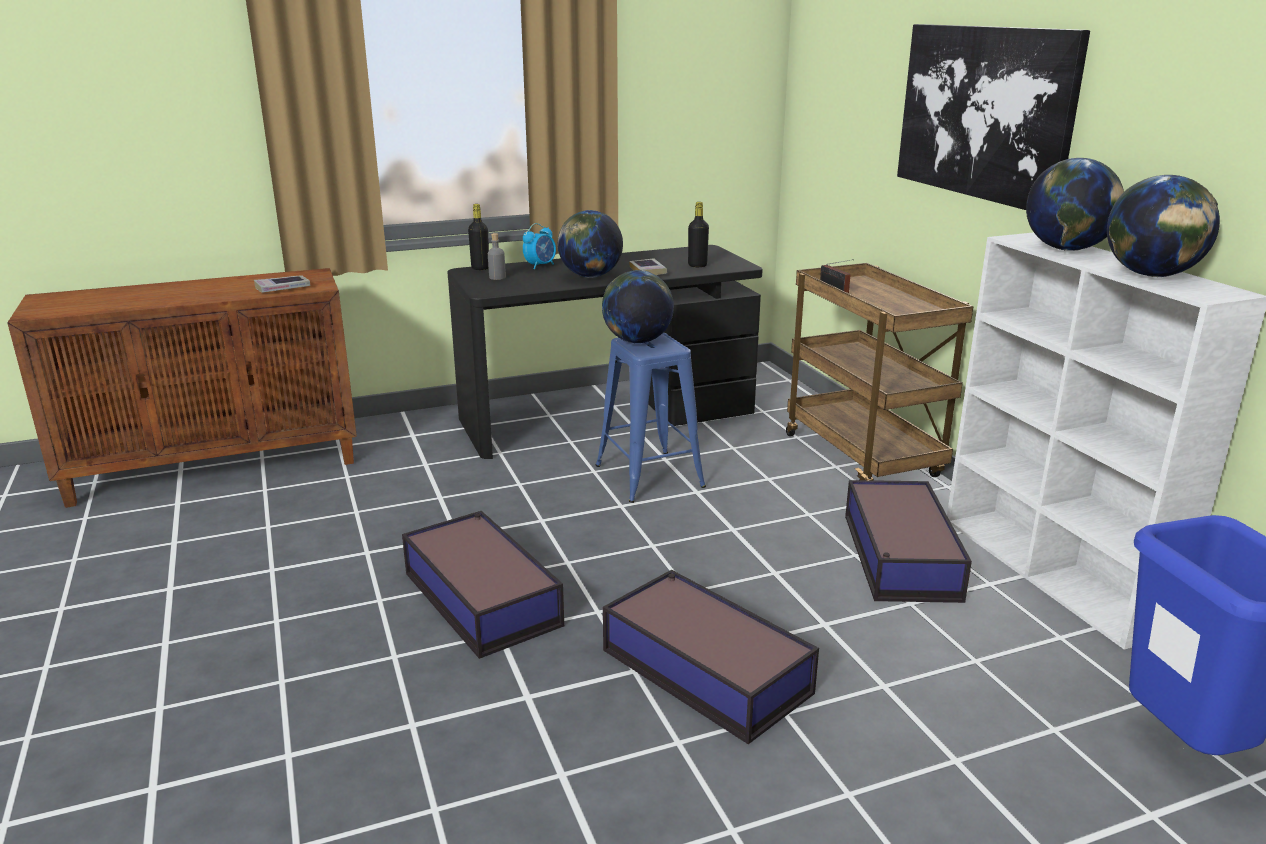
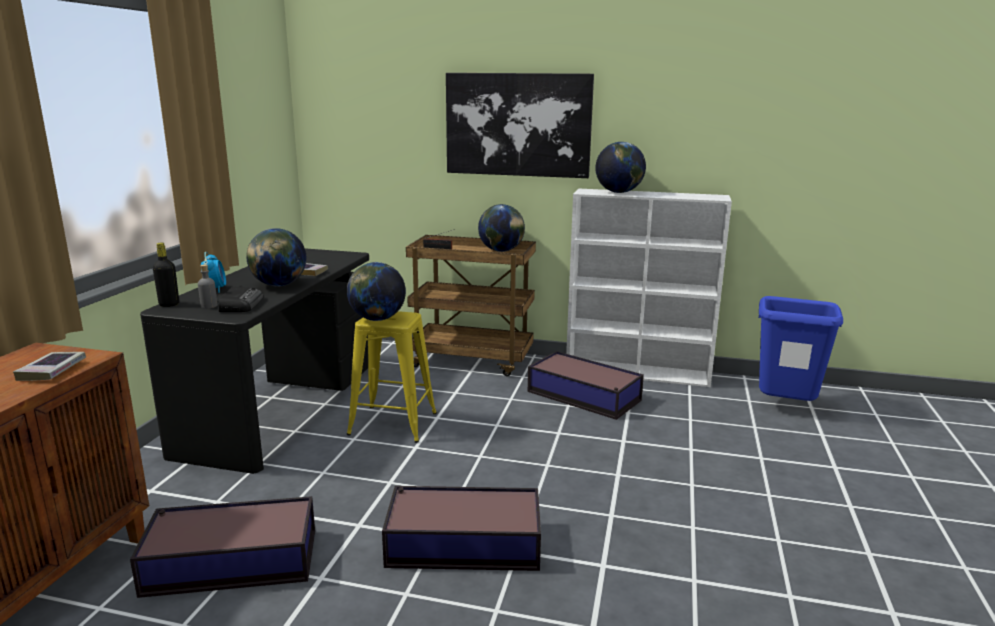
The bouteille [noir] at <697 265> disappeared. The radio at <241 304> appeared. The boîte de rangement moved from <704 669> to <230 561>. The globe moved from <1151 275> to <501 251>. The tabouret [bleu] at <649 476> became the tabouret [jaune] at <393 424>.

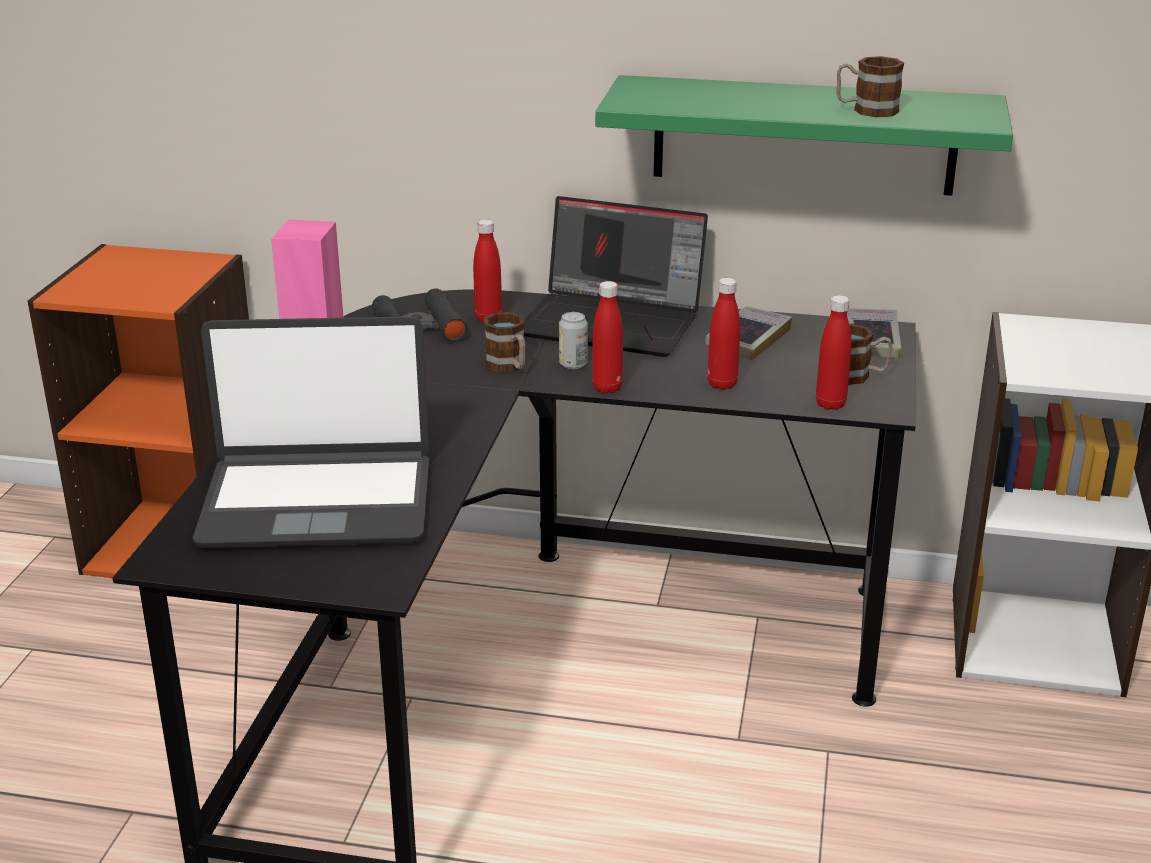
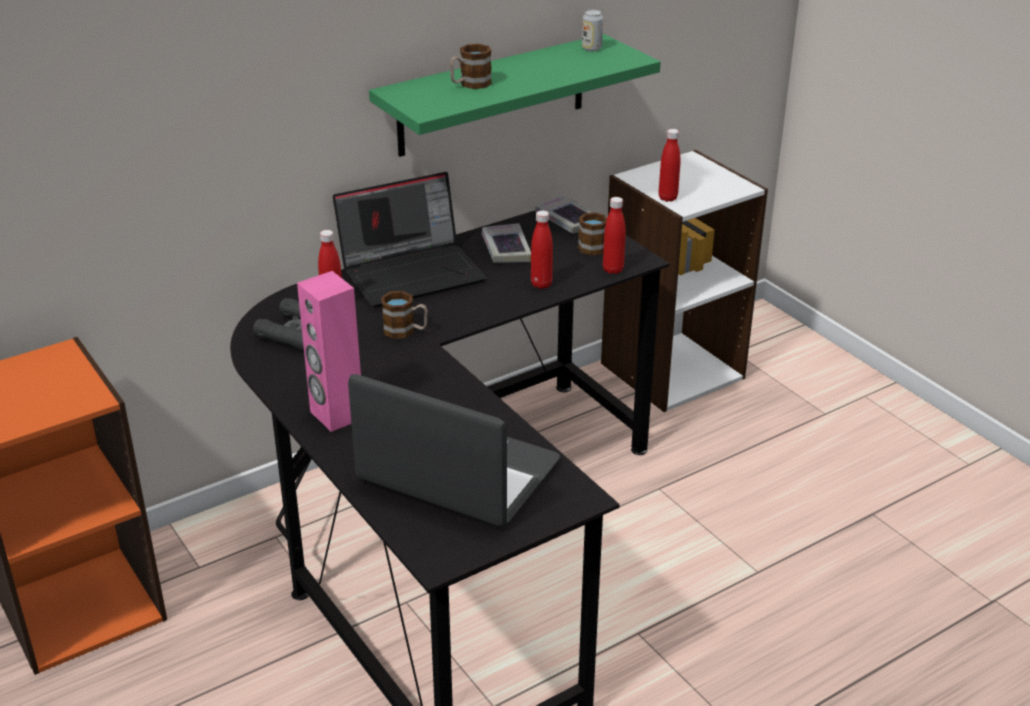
The boîte métallique moved from <573 364> to <591 48>. The bouteille [rouge] moved from <607 388> to <667 198>. The mug moved from <866 110> to <470 84>. The ordinateur portable at <317 502> turned 105 degrees counterclockwise.

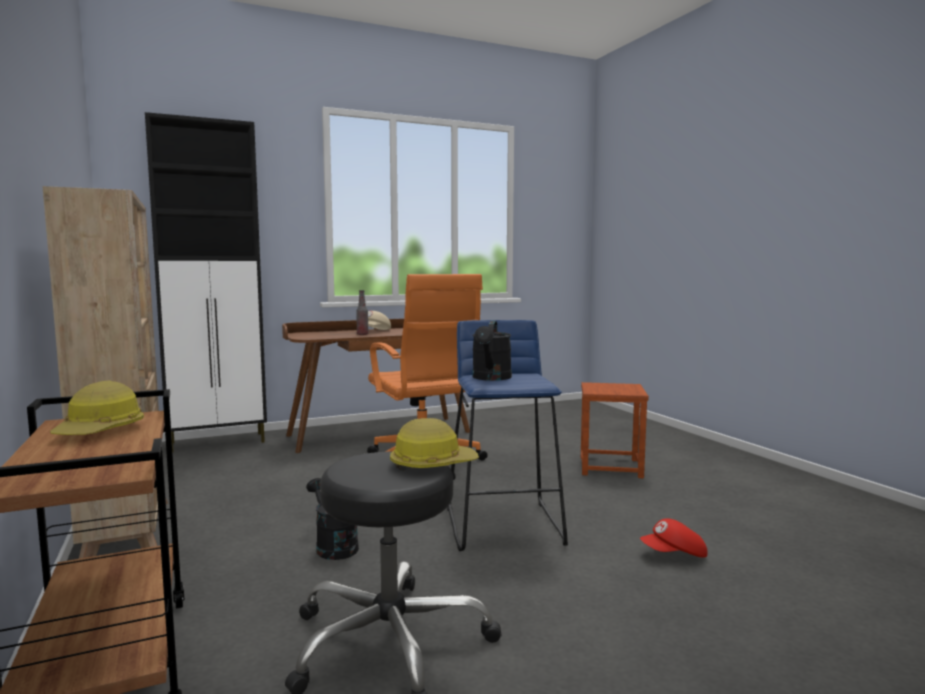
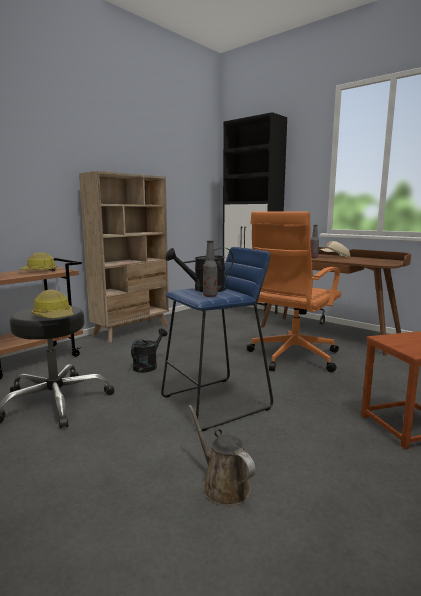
The bouteille at <210 296> appeared. The casquette [rouge] at <674 555> was replaced by the arrosoir [marron] at <223 485>.

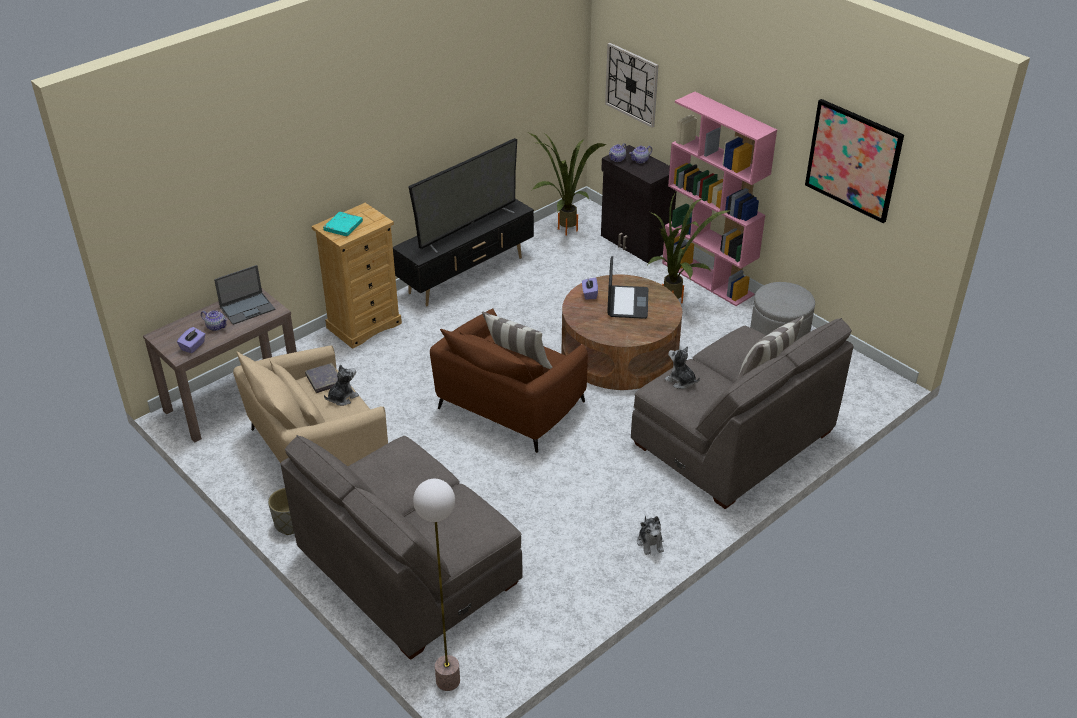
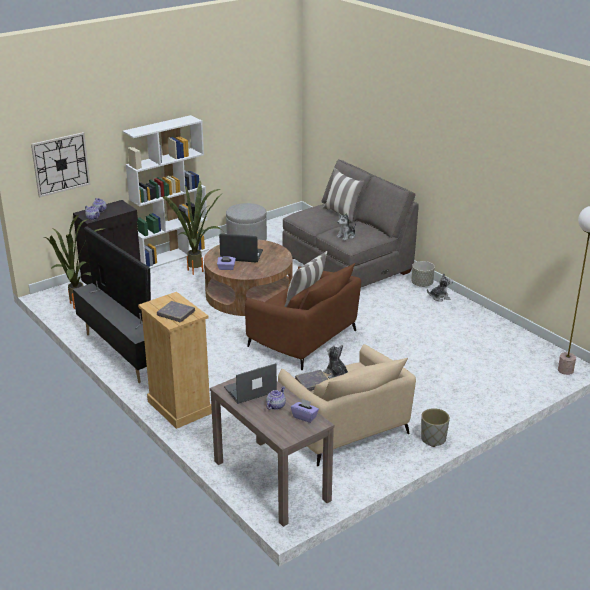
The canapé [gris] at <409 568> disappeared. The tableau at <853 160> disappeared. The cache-pot [gris] at <422 284> appeared. The livre [turquoise] at <343 226> became the livre [gris] at <176 314>. The bibliothèque [rose] at <708 279> became the bibliothèque [blanc] at <172 256>. The ordinateur portable at <248 308> turned 90 degrees counterclockwise.

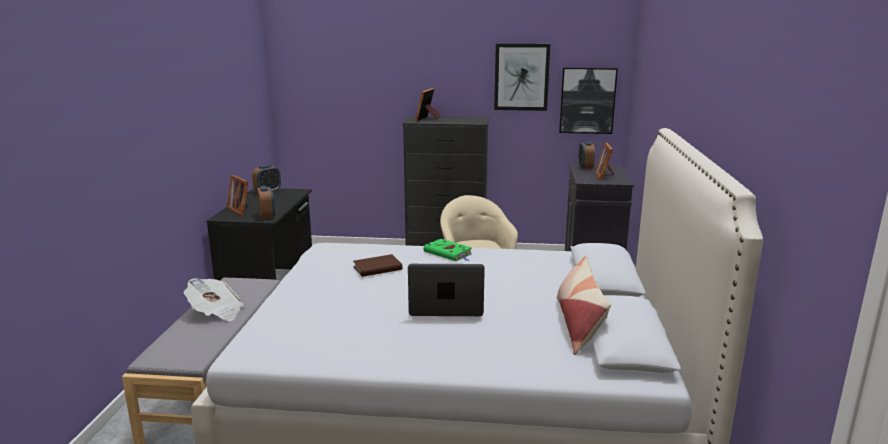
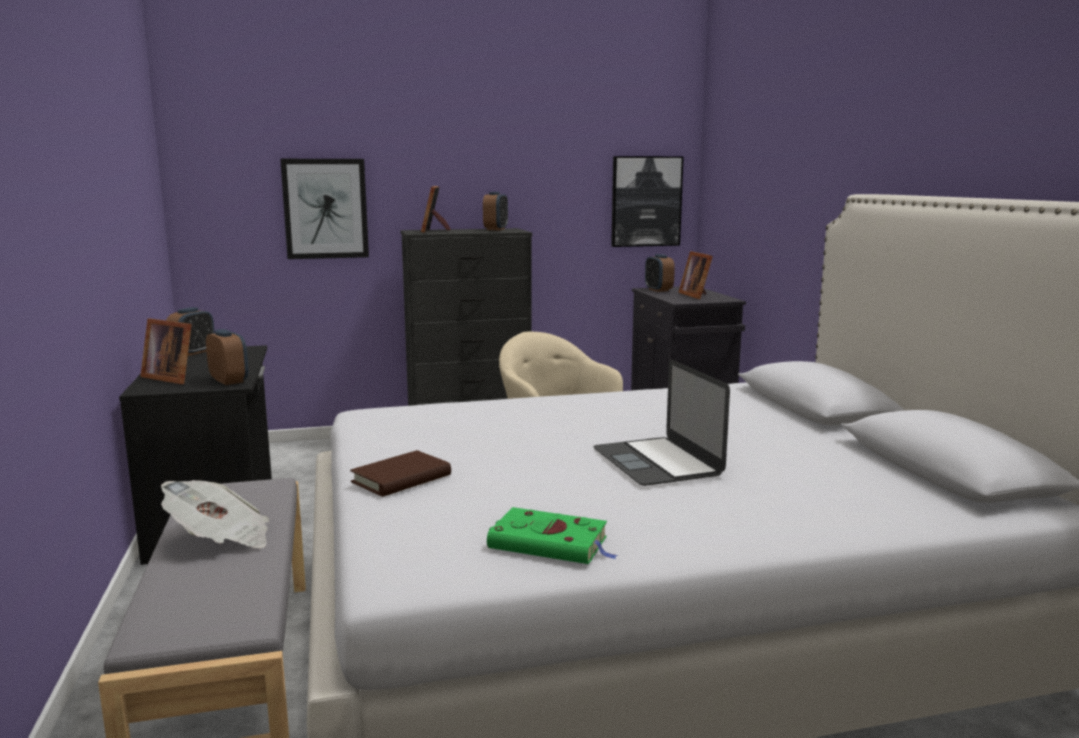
The coussin at <579 324> disappeared. The réveil at <496 229> appeared. The livre [marron] moved from <377 268> to <401 479>. The livre [vert] moved from <449 253> to <551 543>. The tableau moved from <521 77> to <325 208>. The ordinateur portable at <446 305> turned 90 degrees counterclockwise.

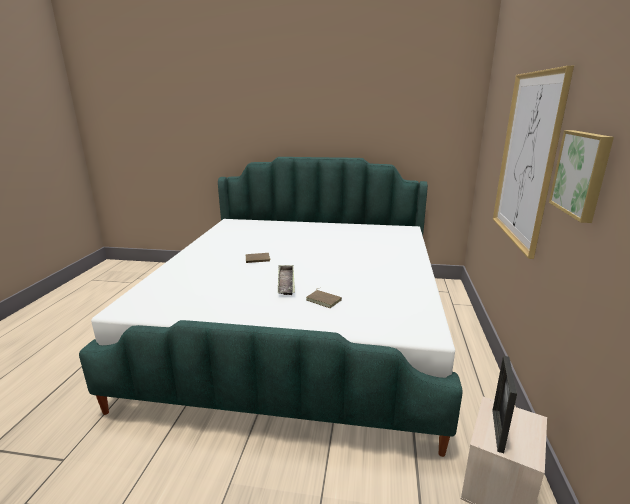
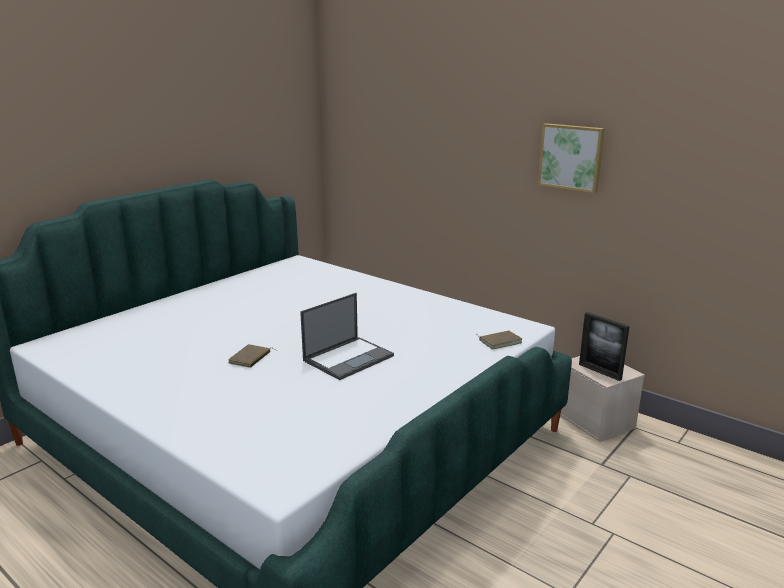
The tableau at <526 159> disappeared. The livre [marron] moved from <324 300> to <499 341>. The plateau at <286 283> was replaced by the ordinateur portable at <349 358>.

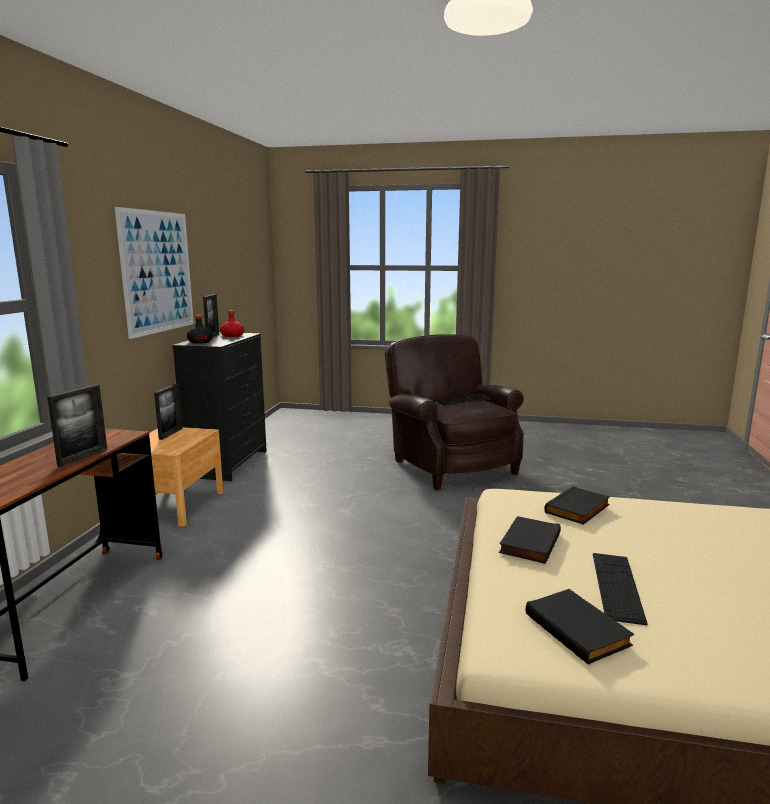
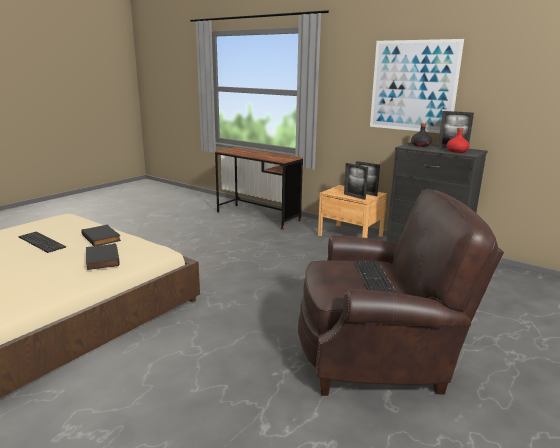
The livre [noir] at <579 629> disappeared. The cadre photo moved from <83 457> to <354 196>.

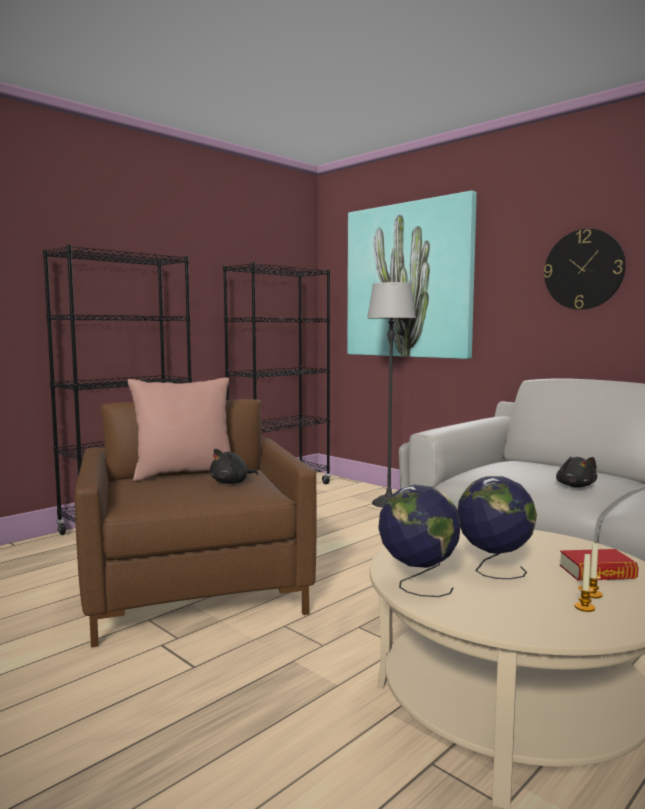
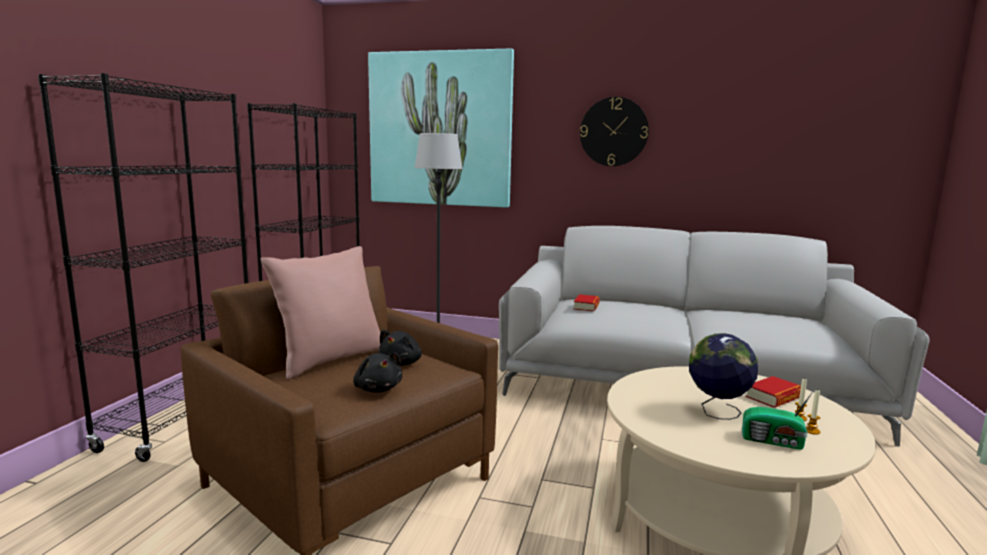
The globe at <417 585> disappeared. The livre at <586 306> appeared. The radio at <774 441> appeared. The peluche [noir] moved from <575 486> to <378 389>.

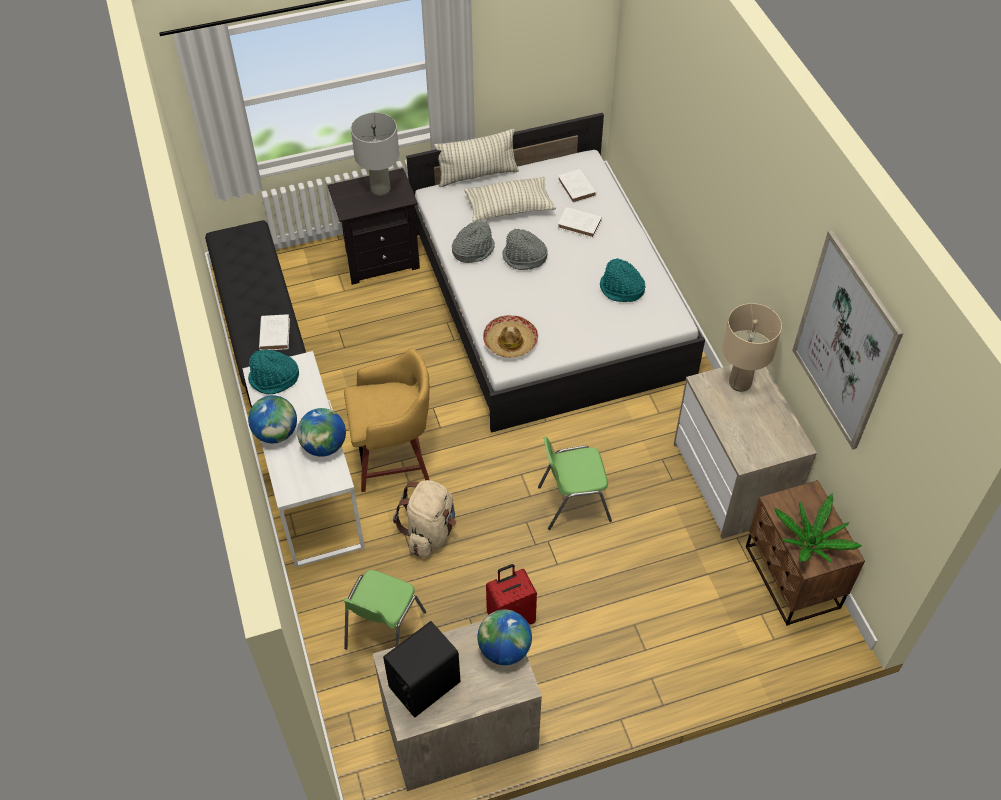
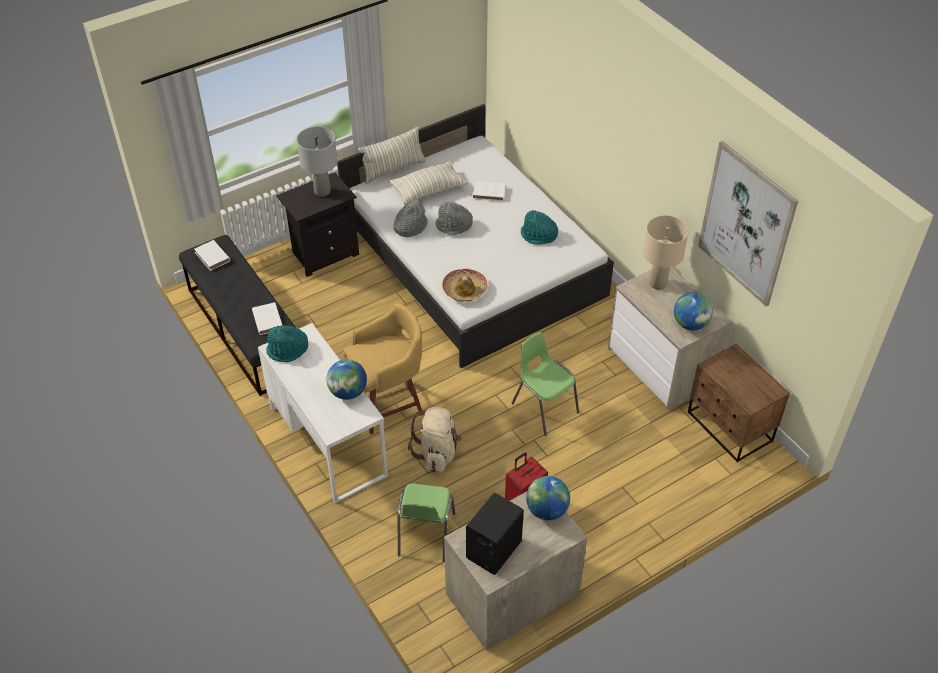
The plante en pot at <811 543> disappeared. The globe moved from <276 433> to <690 324>. The livre [blanc] moved from <577 189> to <213 257>. The chaise [vert] at <573 503> turned 75 degrees clockwise.

